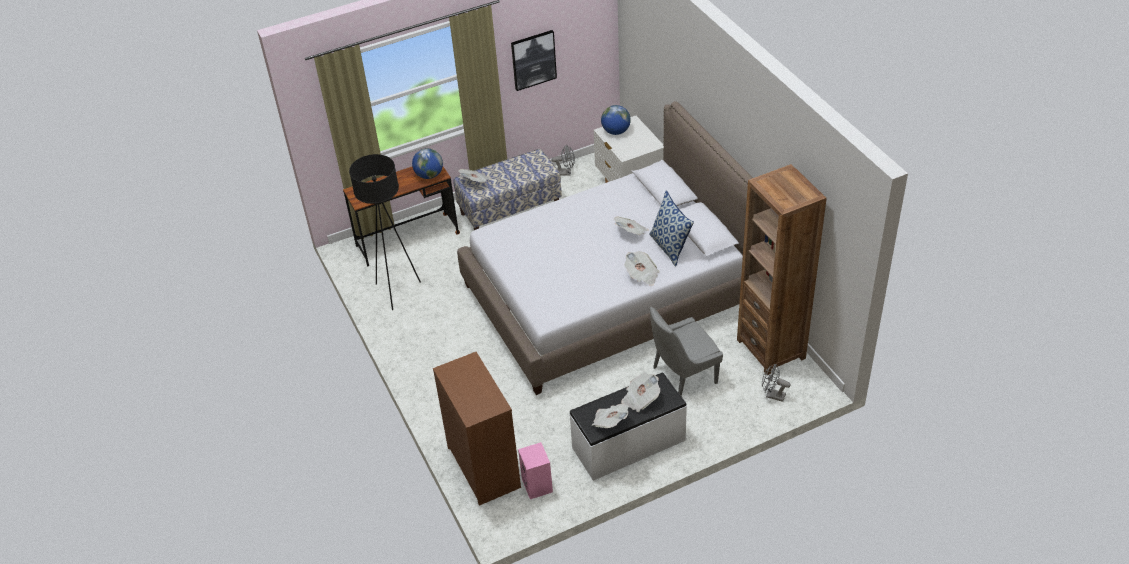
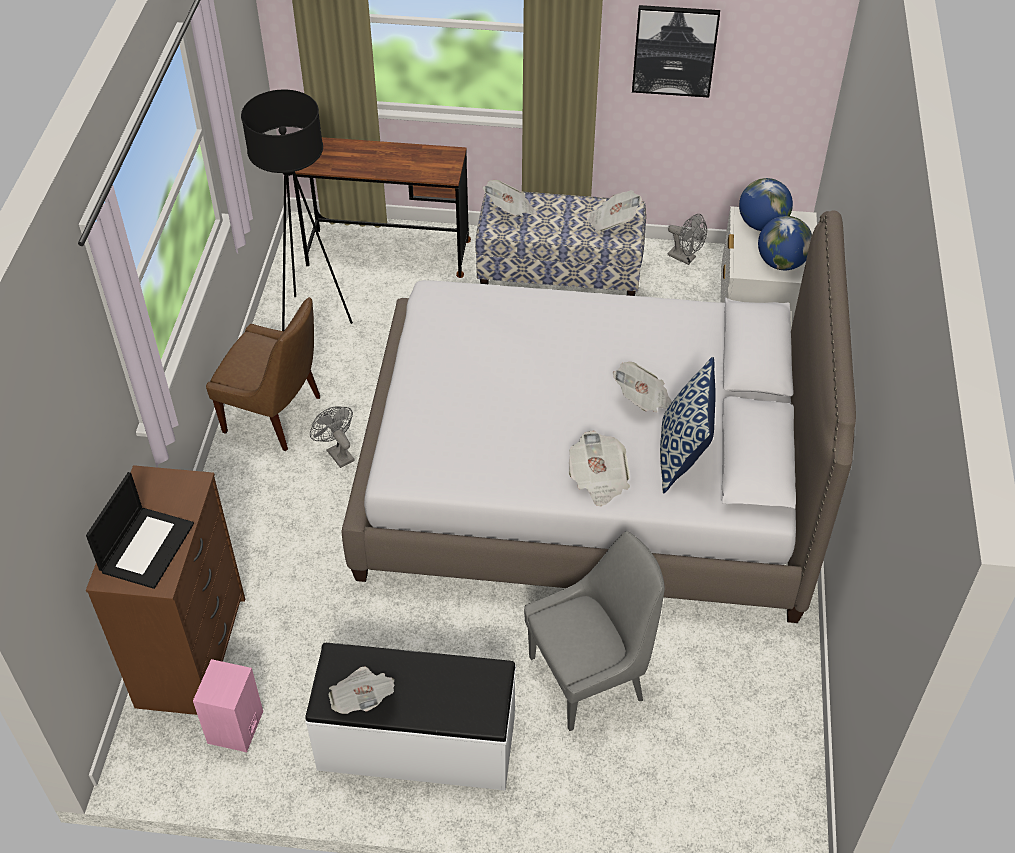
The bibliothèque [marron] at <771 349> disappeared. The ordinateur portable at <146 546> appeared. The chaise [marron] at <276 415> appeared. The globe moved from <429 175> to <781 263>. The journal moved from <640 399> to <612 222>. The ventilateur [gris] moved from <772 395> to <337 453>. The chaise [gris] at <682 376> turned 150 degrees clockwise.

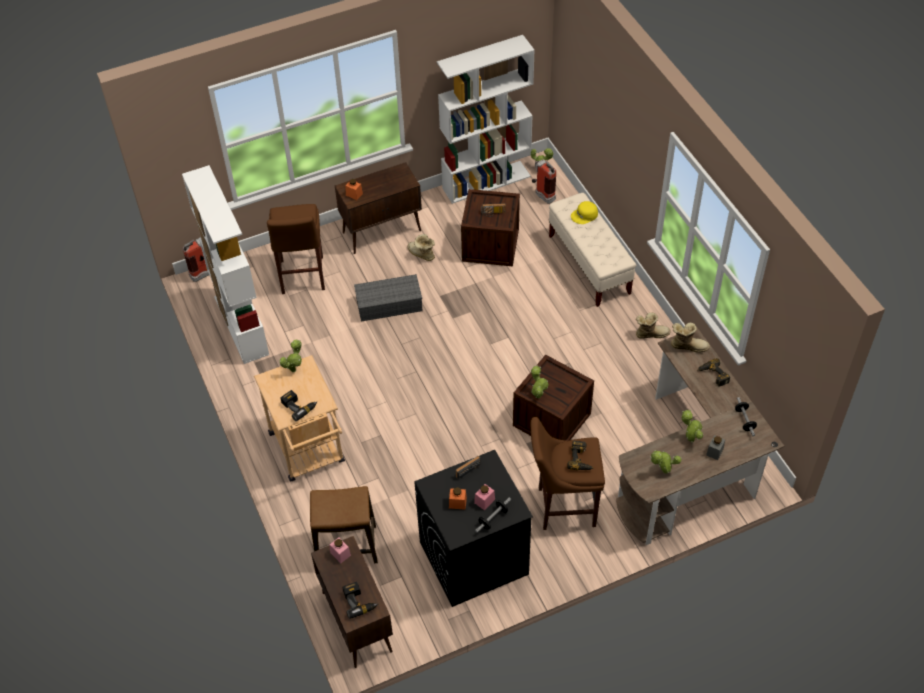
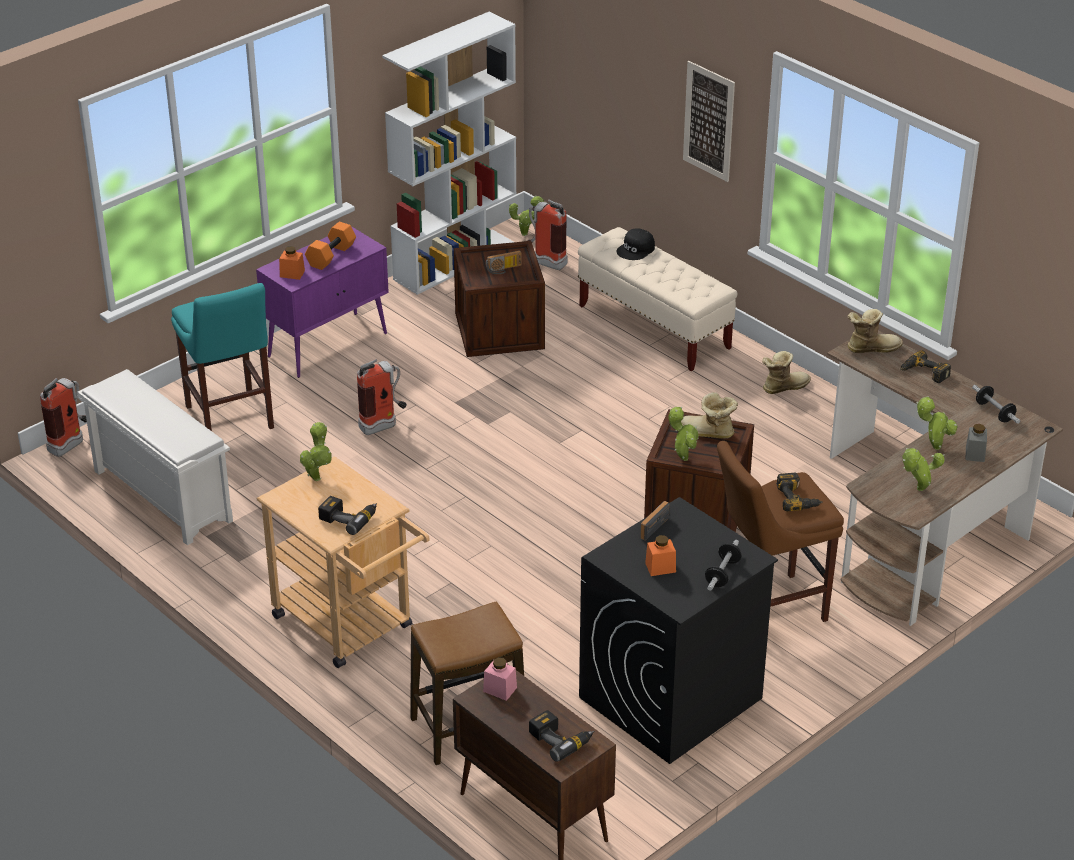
The bocal [rose] at <484 501> disappeared. The haltère [orange] at <330 255> appeared. The tableau at <709 121> appeared. The botte moved from <421 255> to <707 433>. The bibliothèque [blanc] at <240 325> was replaced by the étagère à chaussures [blanc] at <160 495>. The boîte de rangement [gris] at <390 304> was replaced by the extincteur at <384 425>. The tabouret [marron] at <302 277> became the tabouret [turquoise] at <230 420>. The meuble de rangement [marron] at <382 231> became the meuble de rangement [violet] at <328 344>. The casquette [jaune] at <584 215> became the casquette [noir] at <636 250>.

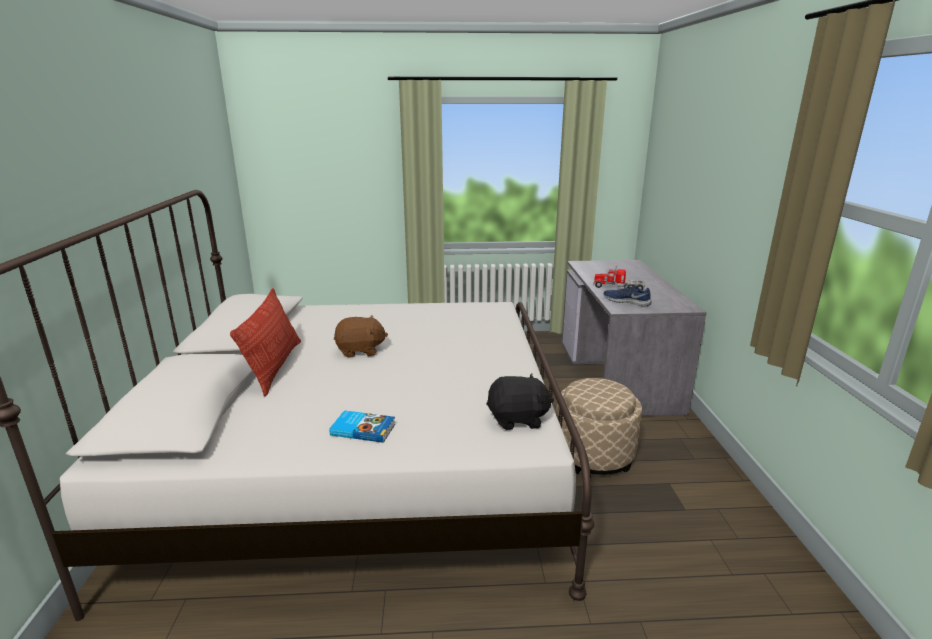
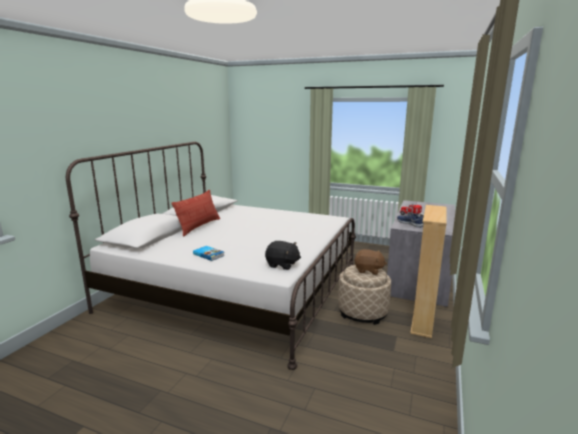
The bibliothèque [beige] at <422 320> appeared. The peluche [marron] moved from <360 351> to <368 270>.

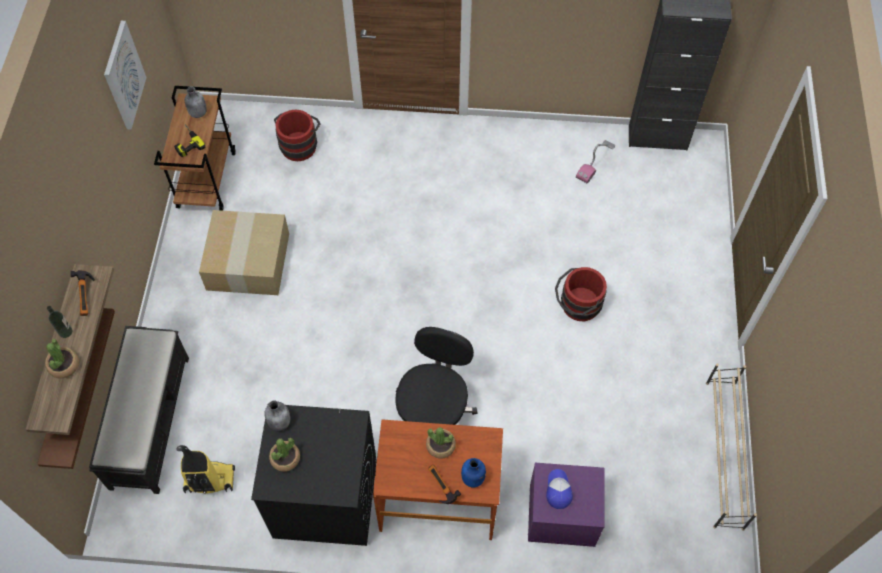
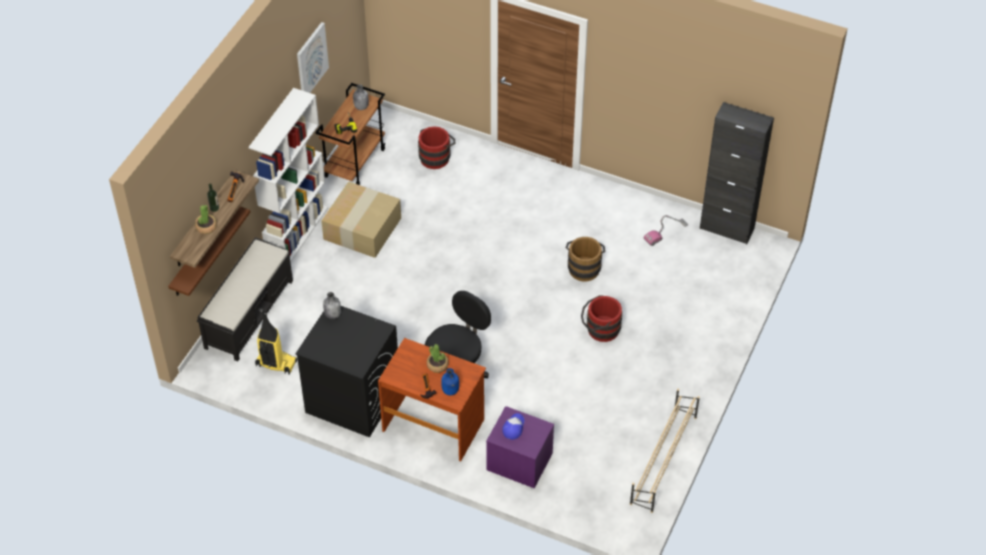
The plante en pot at <285 458> disappeared. The bibliothèque [blanc] at <297 232> appeared. The seau [marron] at <584 267> appeared.

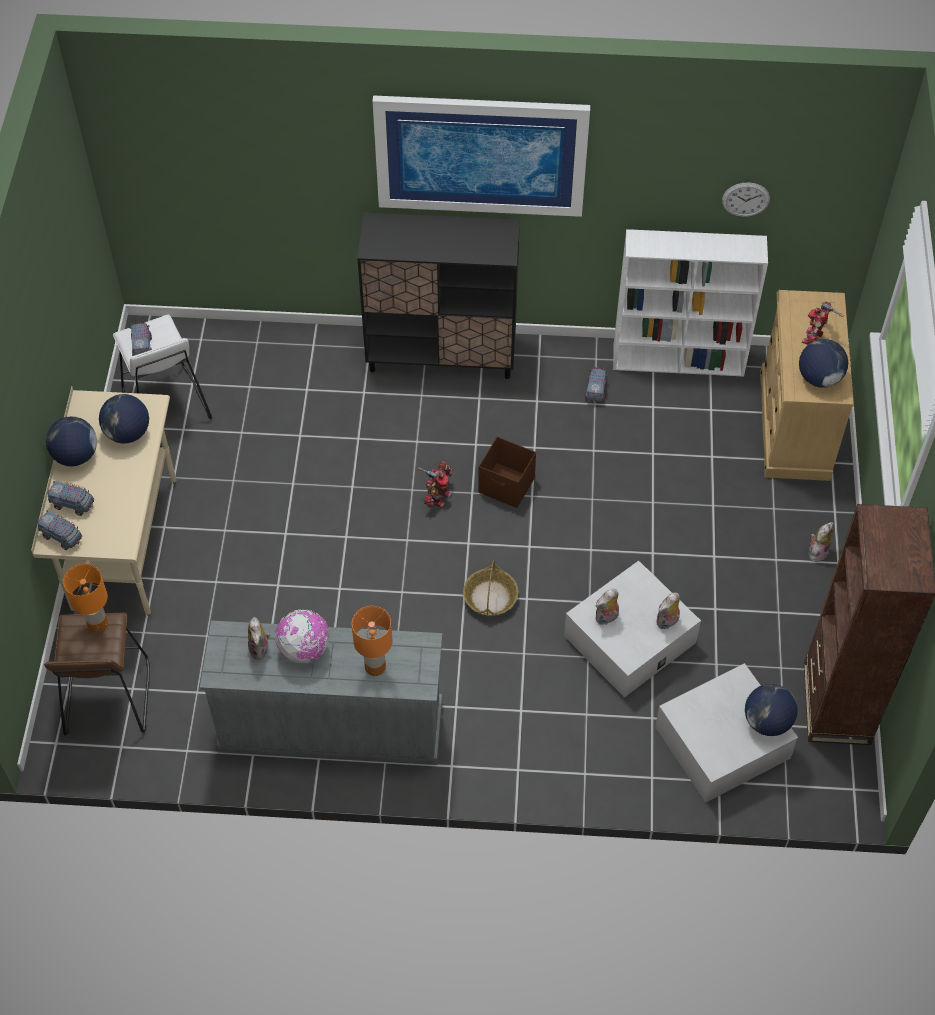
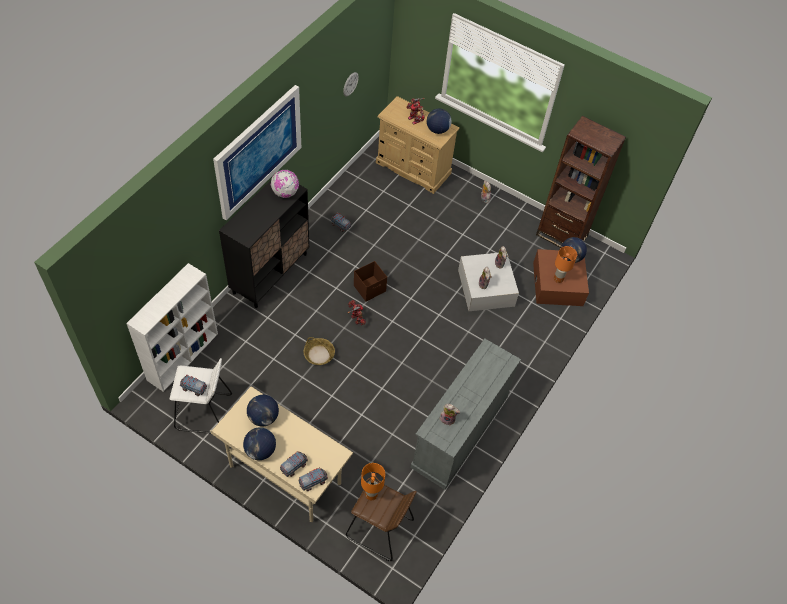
The globe moved from <305 649> to <285 193>. The lampe de table [orange] moved from <375 666> to <558 279>. The panier moved from <490 597> to <319 354>. The bibliothèque [blanc] moved from <679 359> to <183 356>. The boîte de rangement [blanc] at <722 742> became the boîte de rangement [marron] at <558 284>.

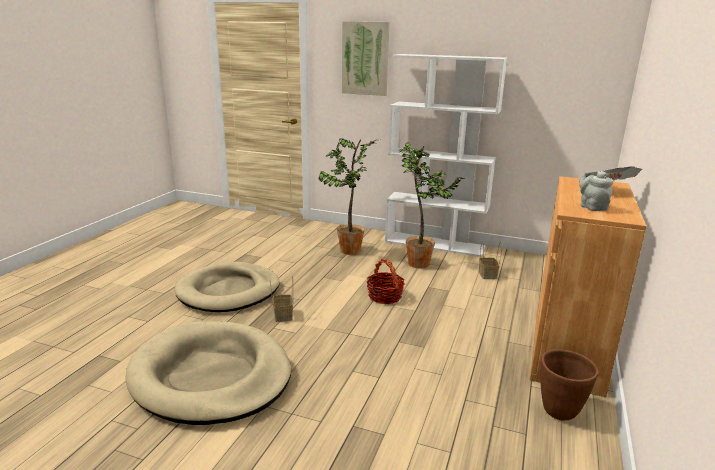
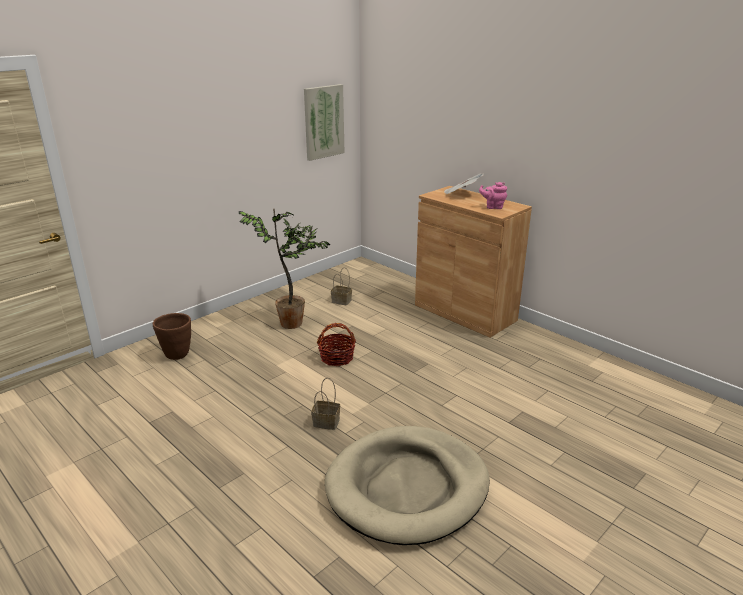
The panier pour chien [beige] at <229 291> disappeared. The plante en pot at <349 252> disappeared. The bibliothèque [blanc] at <435 244> disappeared. The tableau moved from <365 58> to <323 122>. The cache-pot [marron] moved from <560 410> to <177 354>. The théière [gris] at <591 207> became the théière [rose] at <493 207>.

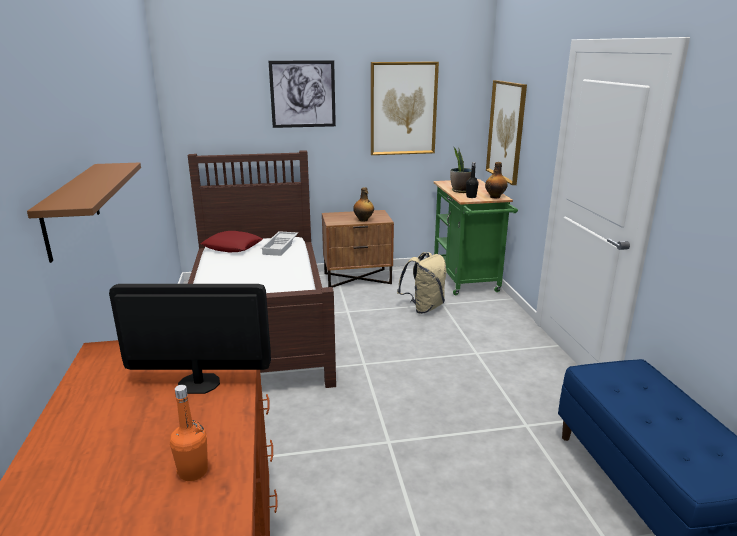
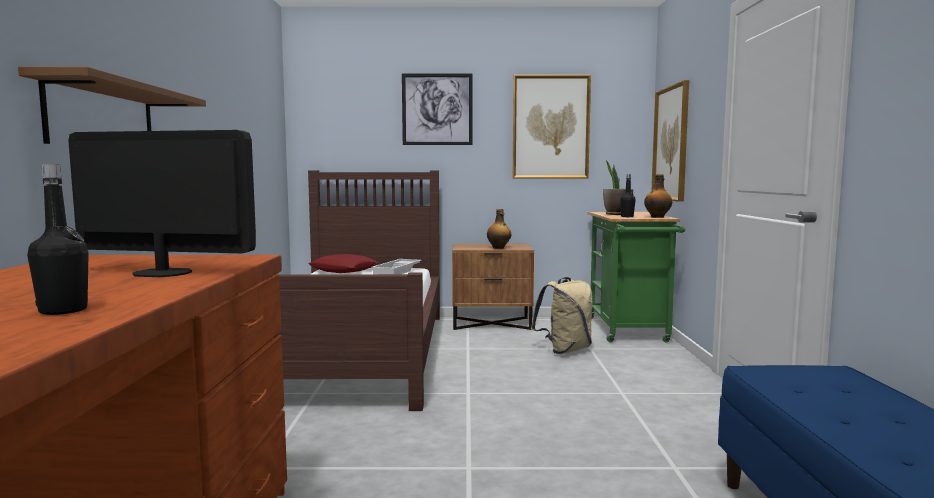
The bouteille [orange] at <193 472> became the bouteille [noir] at <63 310>.

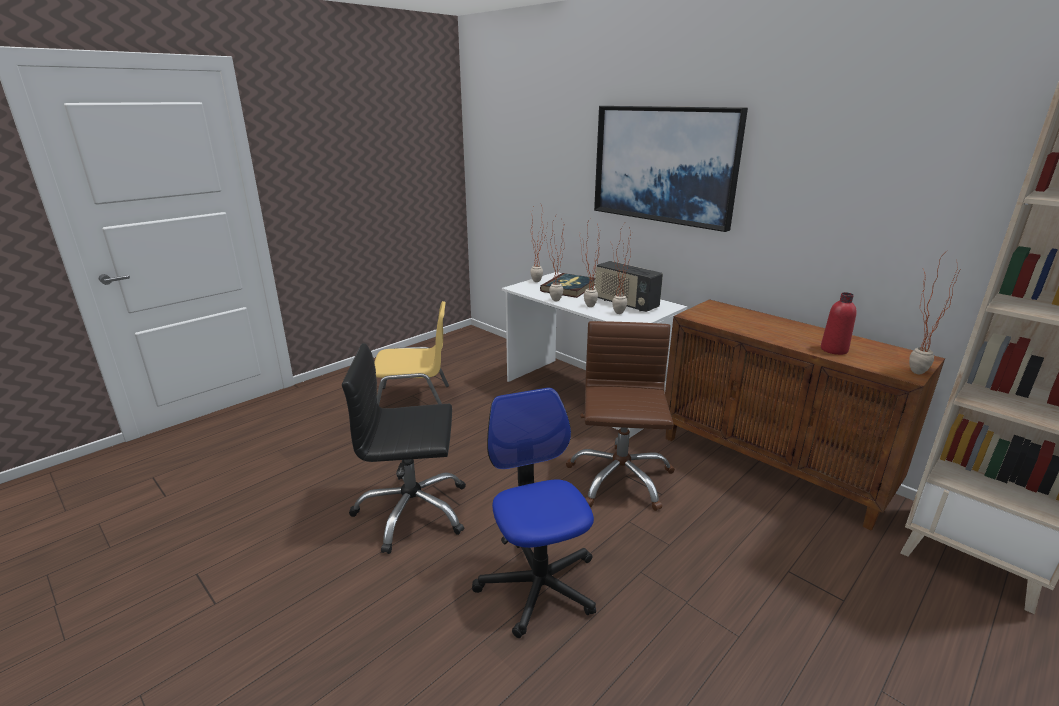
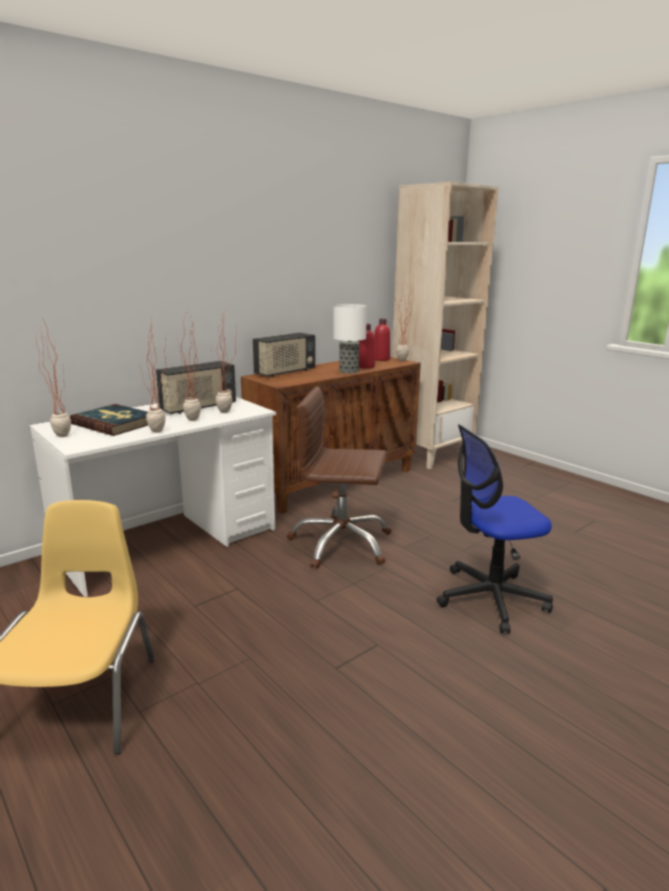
The chaise de bureau [noir] at <412 511> disappeared. The tableau at <664 165> disappeared. The radio at <285 372> appeared. The lampe de table at <348 371> appeared. The bouteille [rouge] at <381 359> appeared.

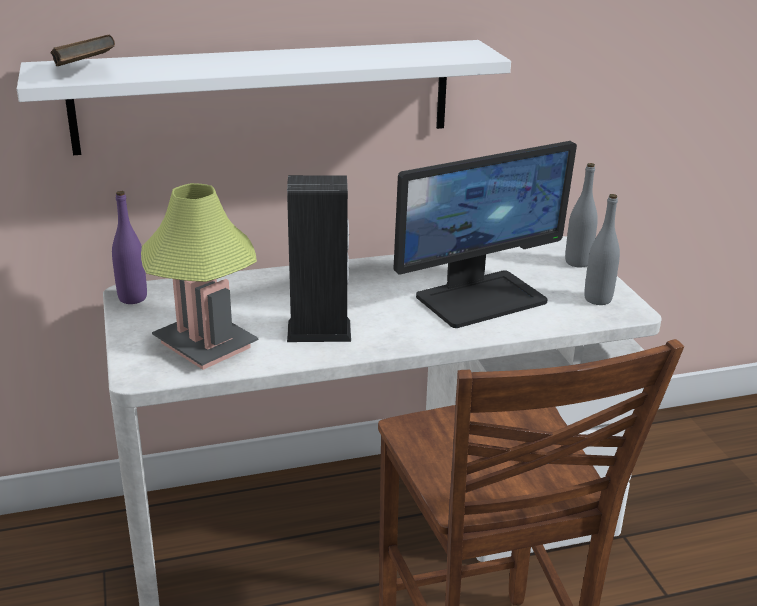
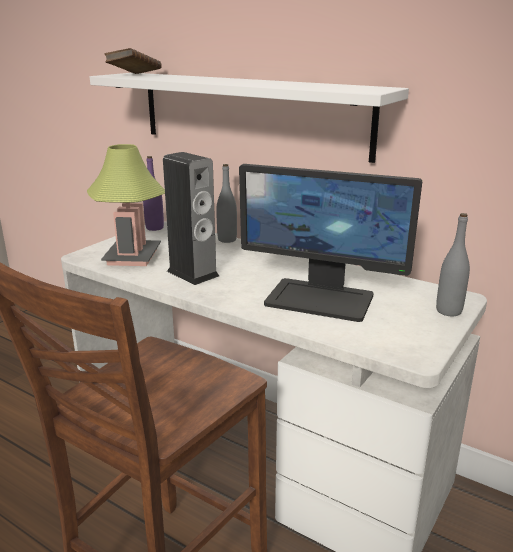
The bouteille [gris] moved from <597 299> to <227 240>.

